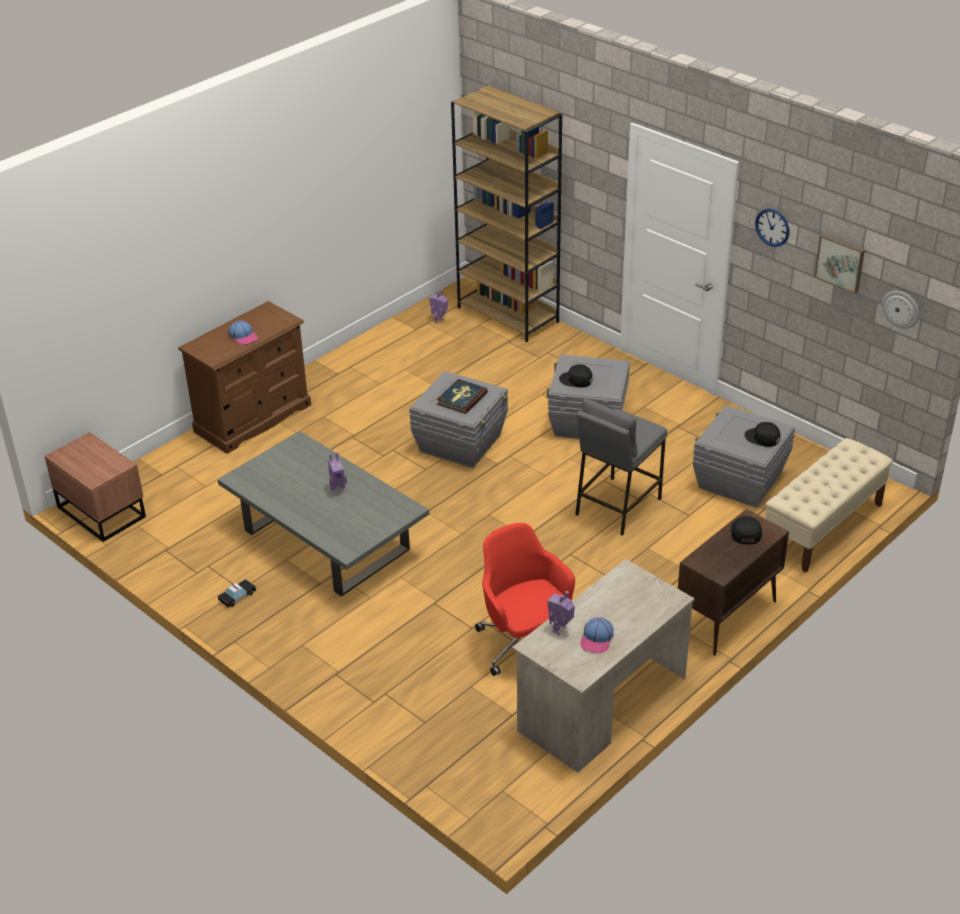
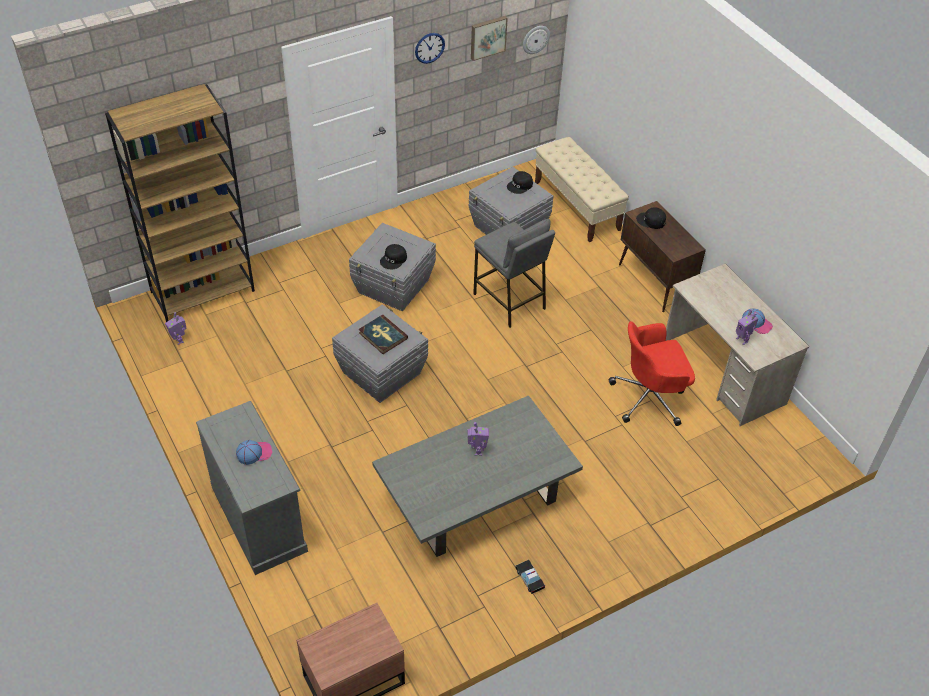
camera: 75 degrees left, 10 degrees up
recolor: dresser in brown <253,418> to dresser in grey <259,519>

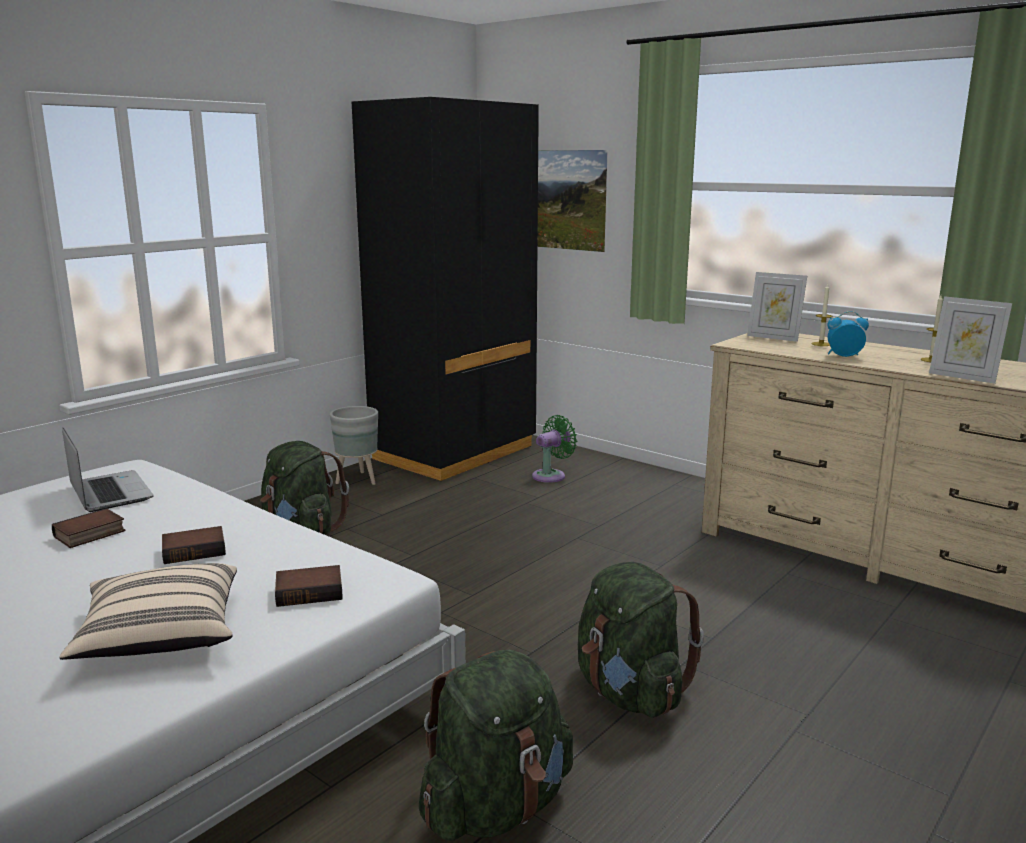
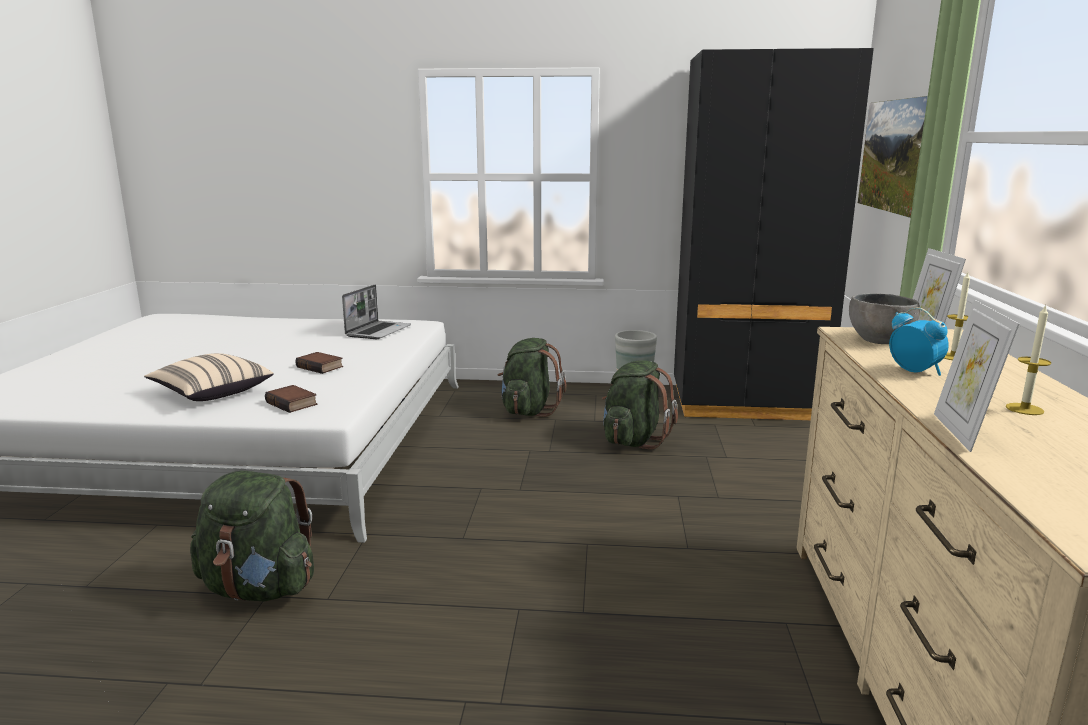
camera: 55 degrees right, 0 degrees up
delete: book <89,534>; fan in green <551,475>
insert: bowl in grey <880,341>
move: backpack in green <630,693> to <633,440>

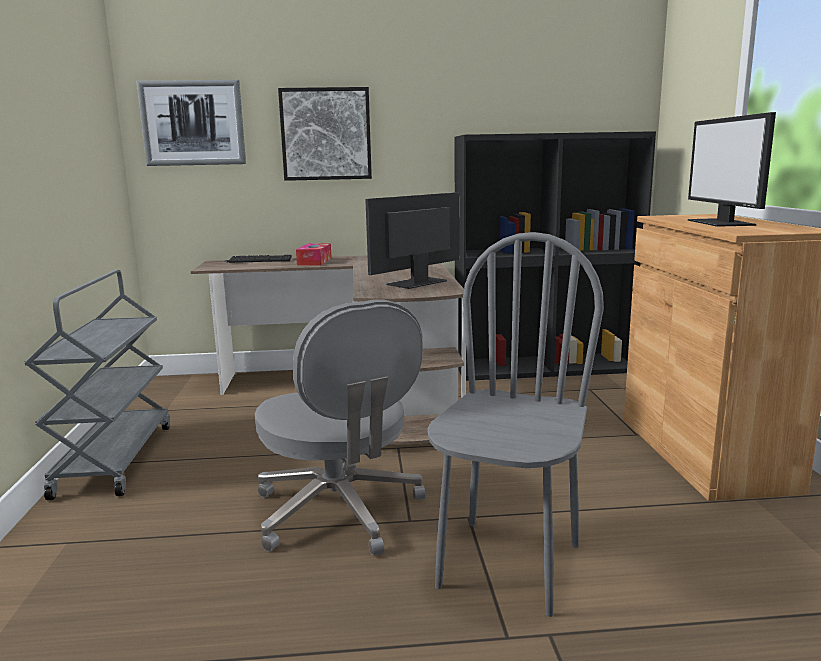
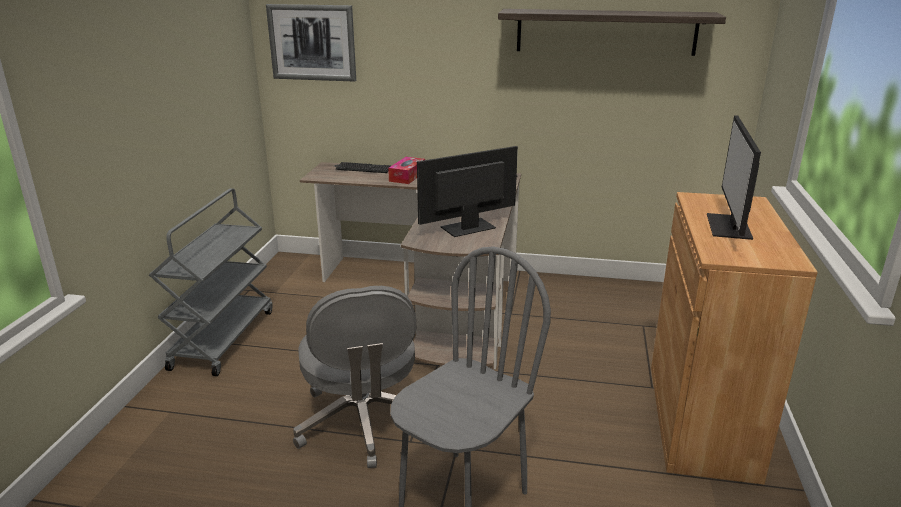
camera: 15 degrees right, 10 degrees up
delete: picture <326,134>; bookcase in black <544,367>
insert: shelf <605,32>

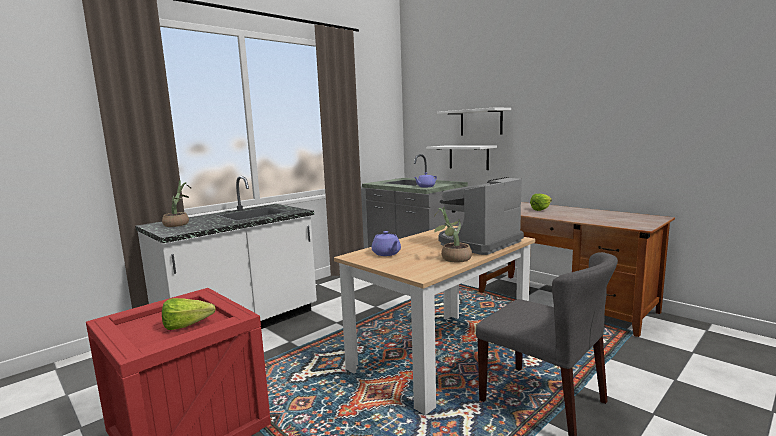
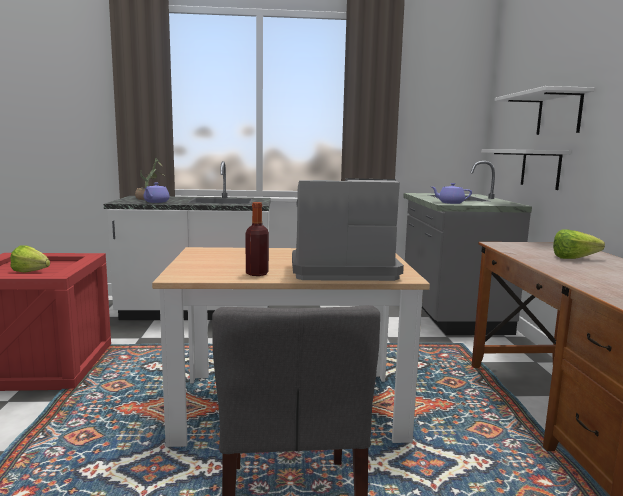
camera: 40 degrees right, 0 degrees up
move: teapot in purple <386,254> to <156,202>
replace: potted plant <452,259> to bottle <257,273>

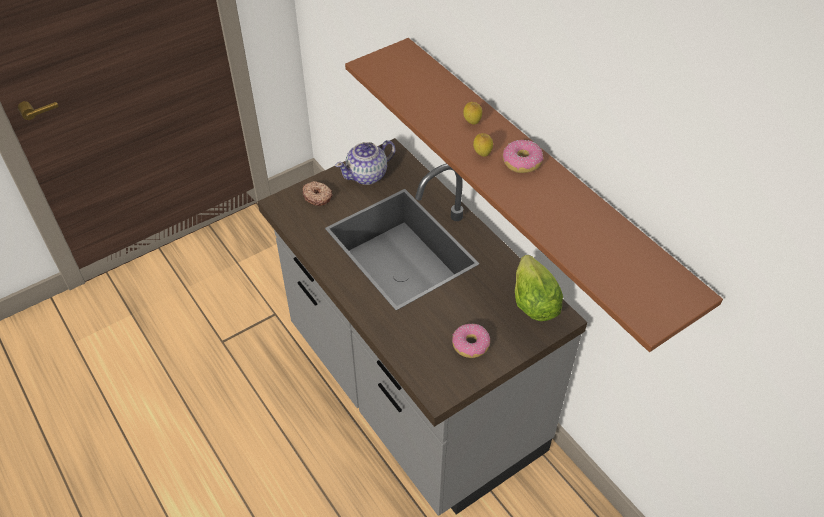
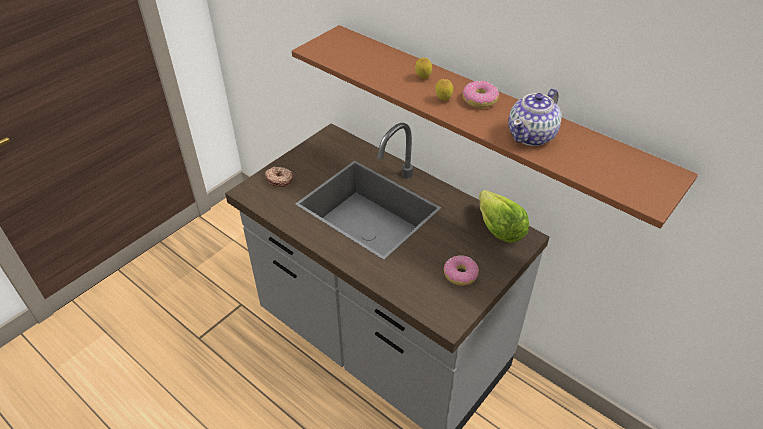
camera: 15 degrees left, 5 degrees down
move: teapot <367,175> to <532,136>

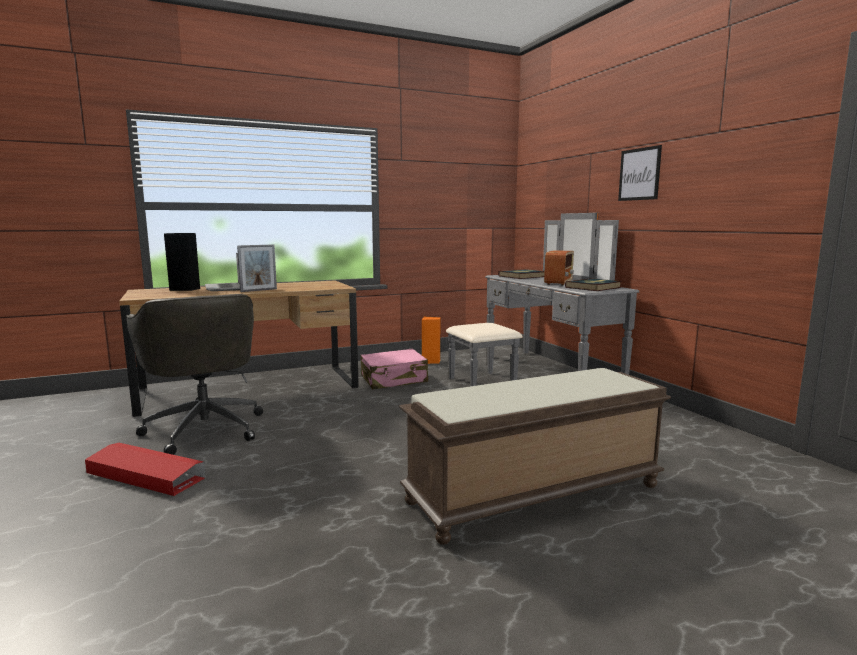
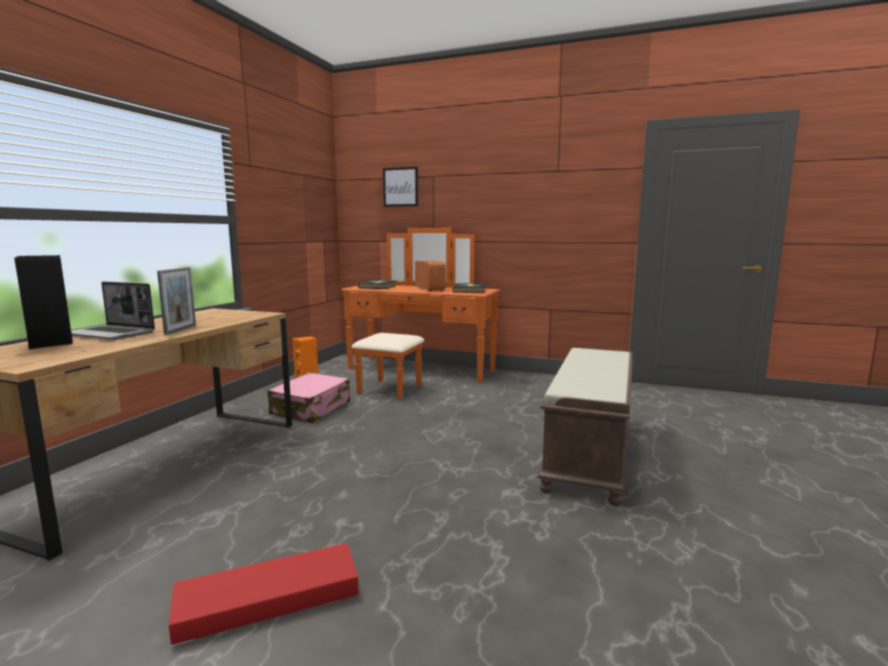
camera: 45 degrees left, 0 degrees up
delete: office chair in grey <205,428>
move: picture <639,174> to <400,187>
recolor: dresser in grey <534,374> to dresser in orange <415,374>

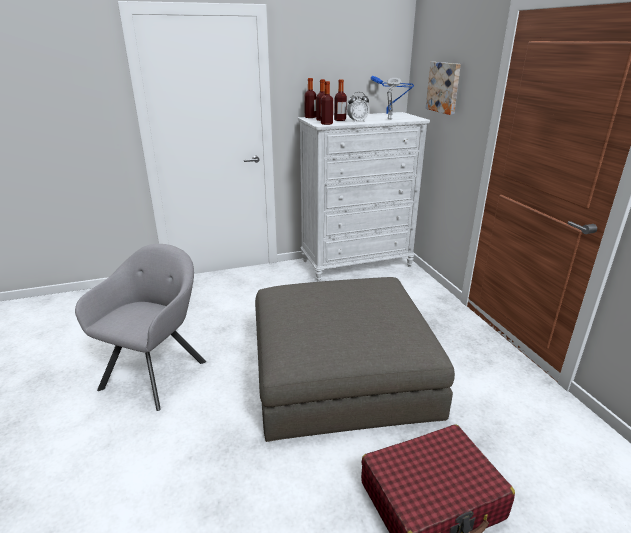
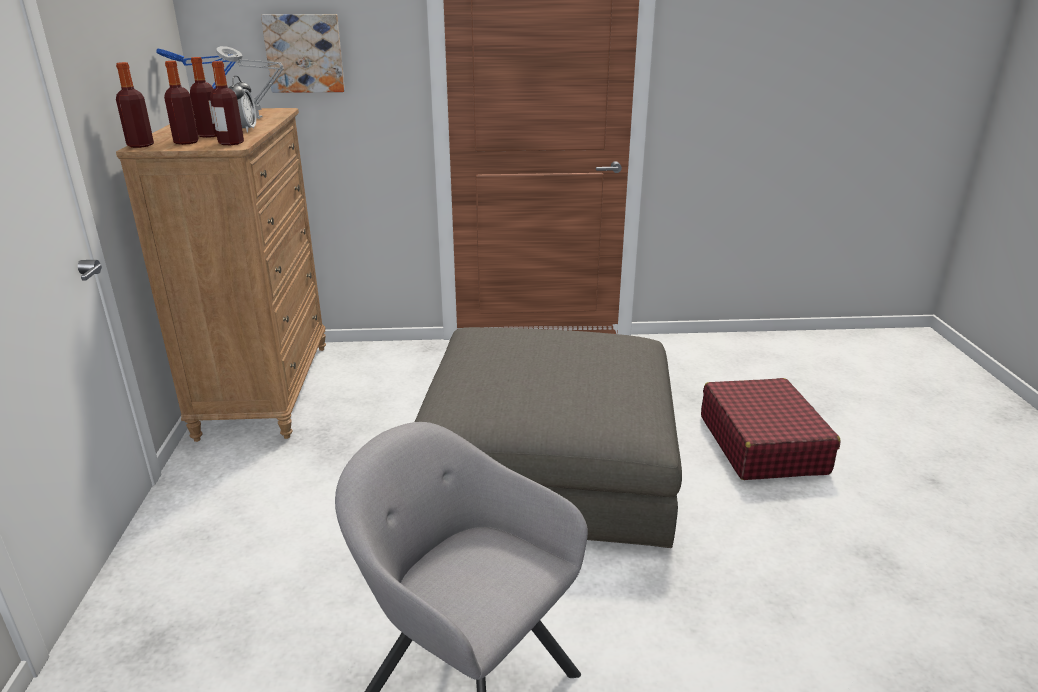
camera: 75 degrees left, 0 degrees up
recolor: dresser in white <356,263> to dresser in brown <265,389>

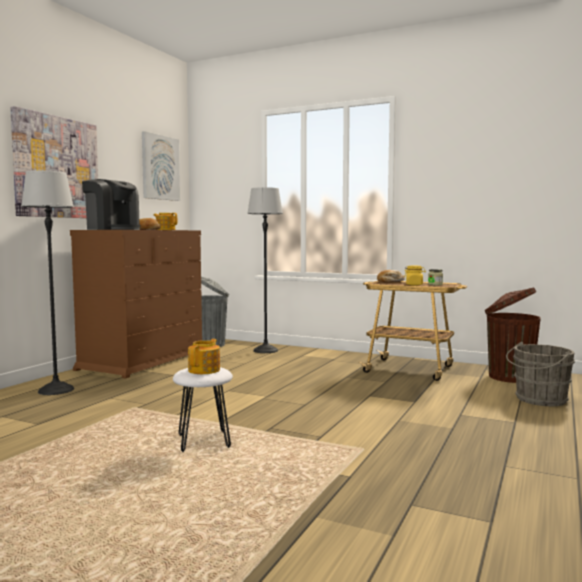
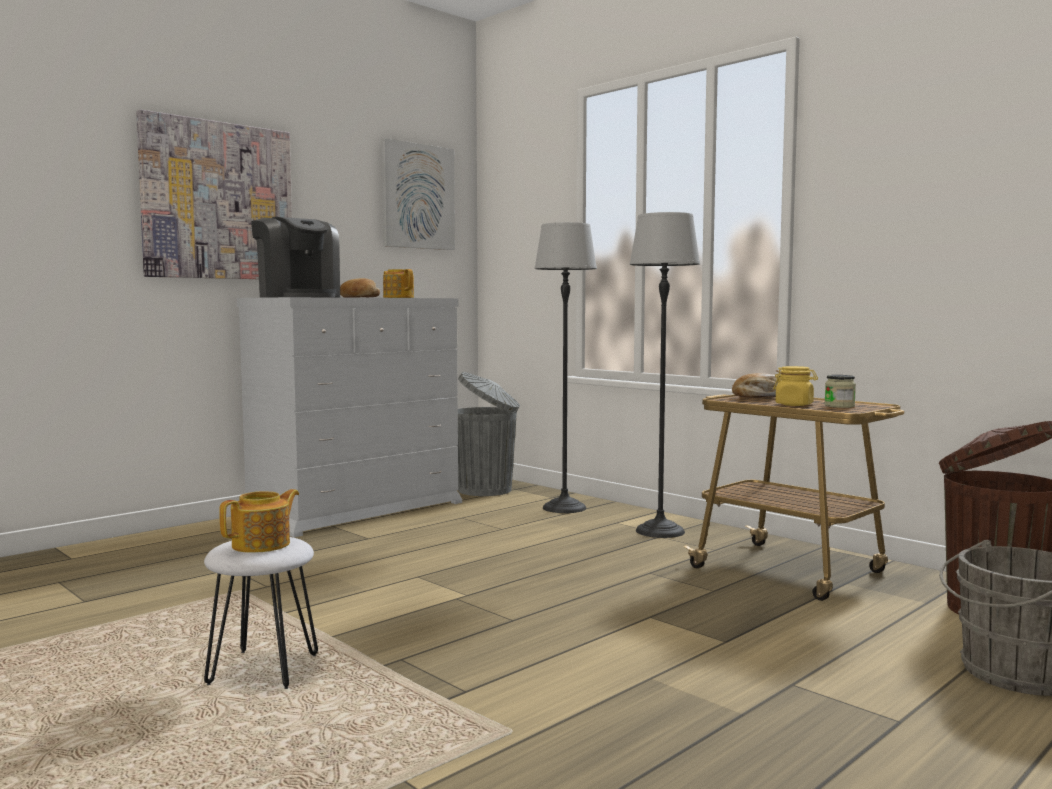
camera: 20 degrees right, 0 degrees up
move: floor lamp <56,390> to <660,531>
recolor: dresser in brown <143,360> to dresser in white <355,509>

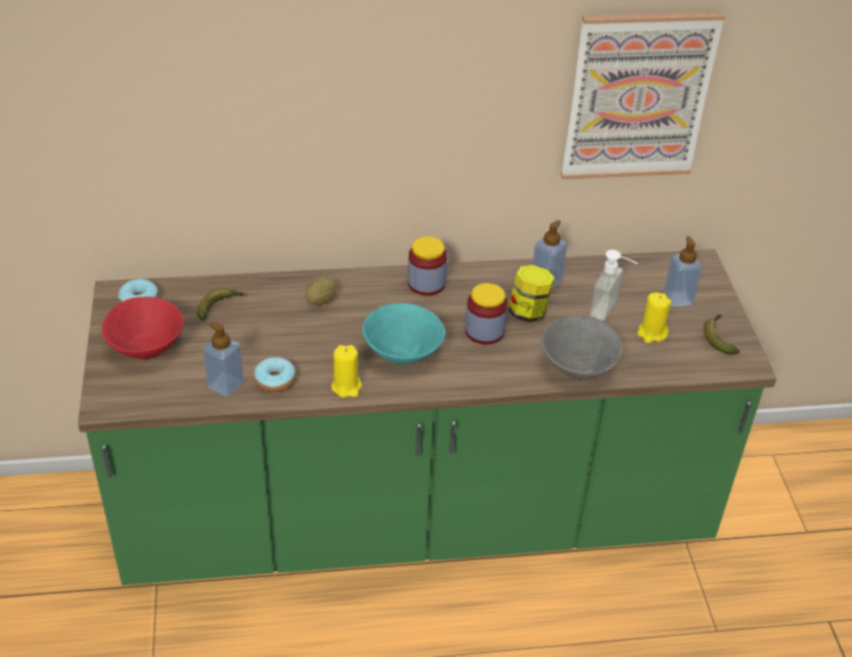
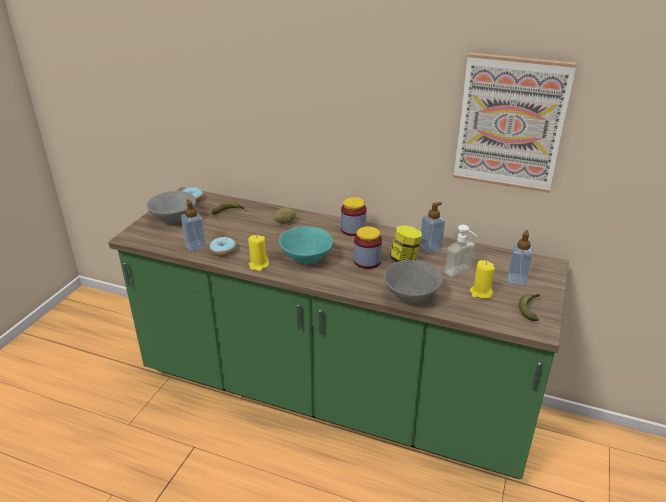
camera: 30 degrees right, 10 degrees down
recolor: bowl in red <147,347> to bowl in grey <174,219>

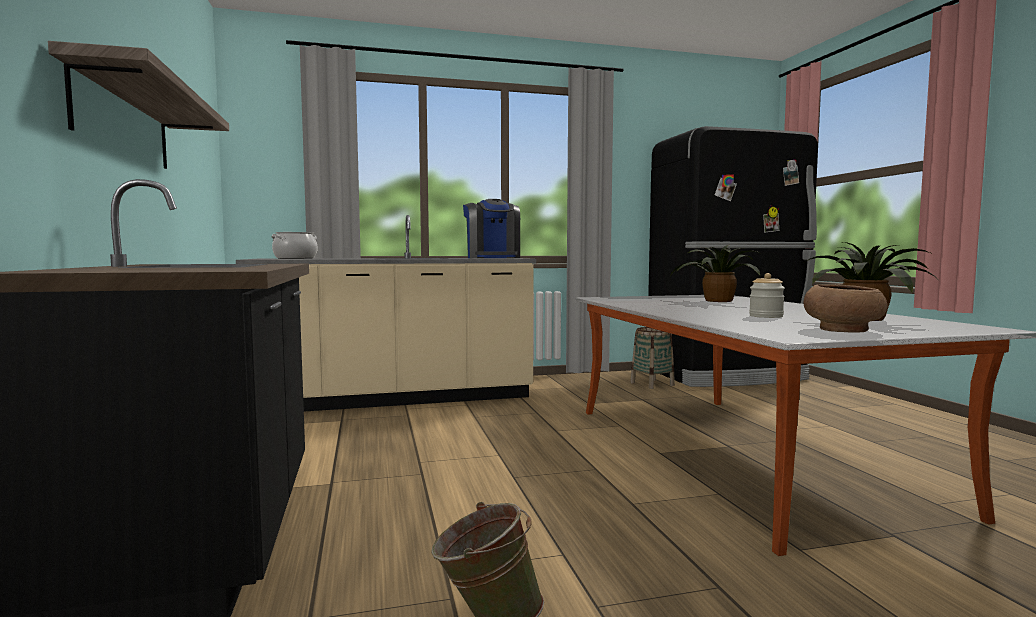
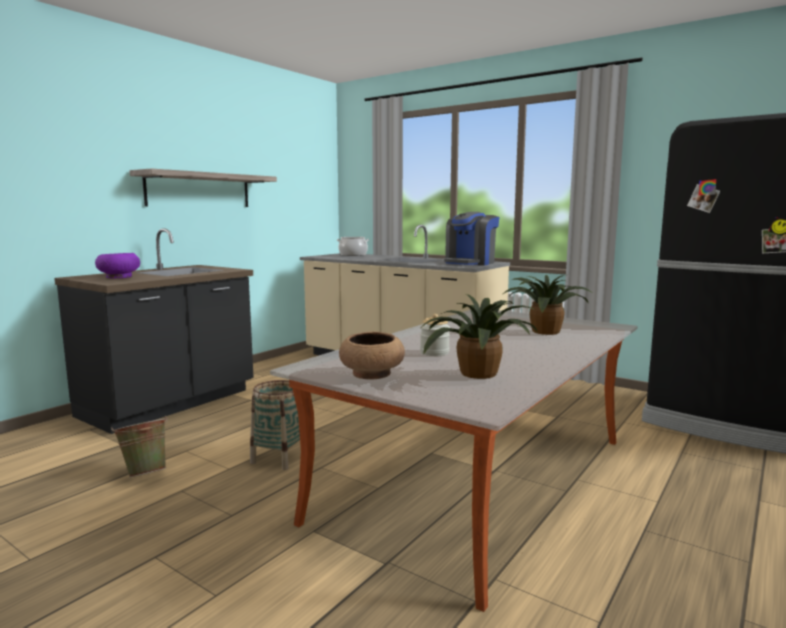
camera: 50 degrees right, 5 degrees up
insert: bowl in purple <118,277>
move: basket <652,384> to <279,458>

